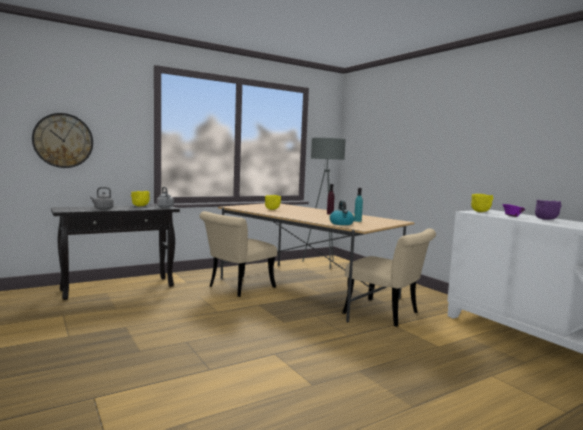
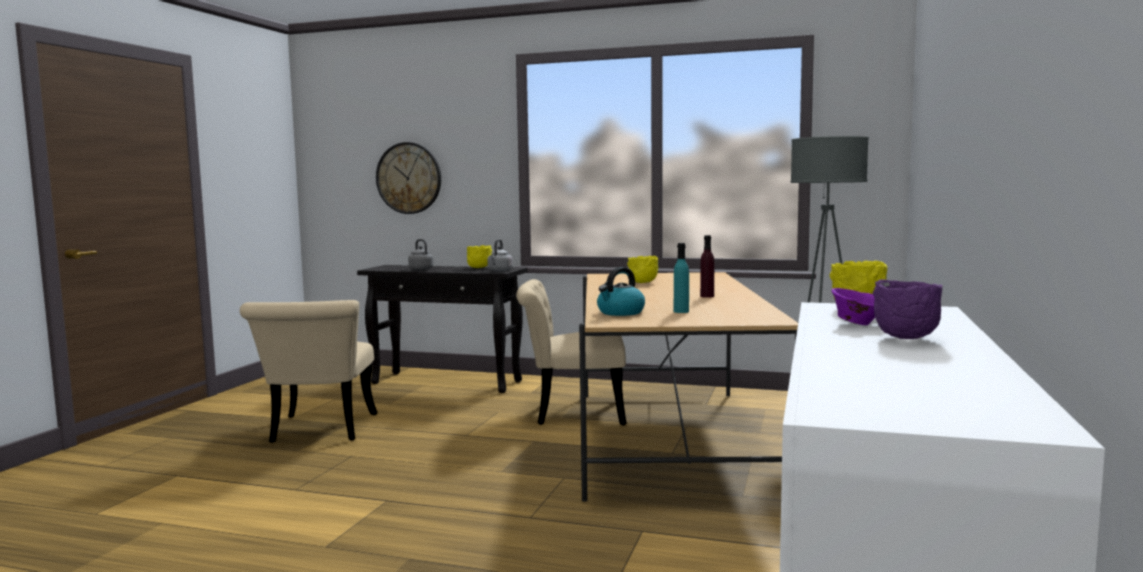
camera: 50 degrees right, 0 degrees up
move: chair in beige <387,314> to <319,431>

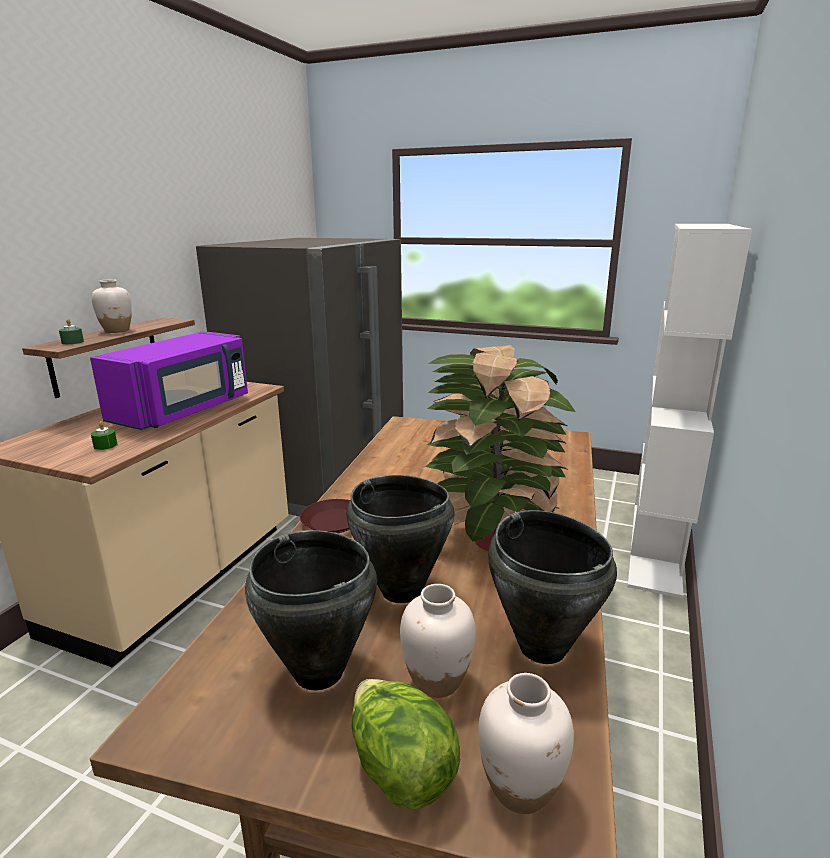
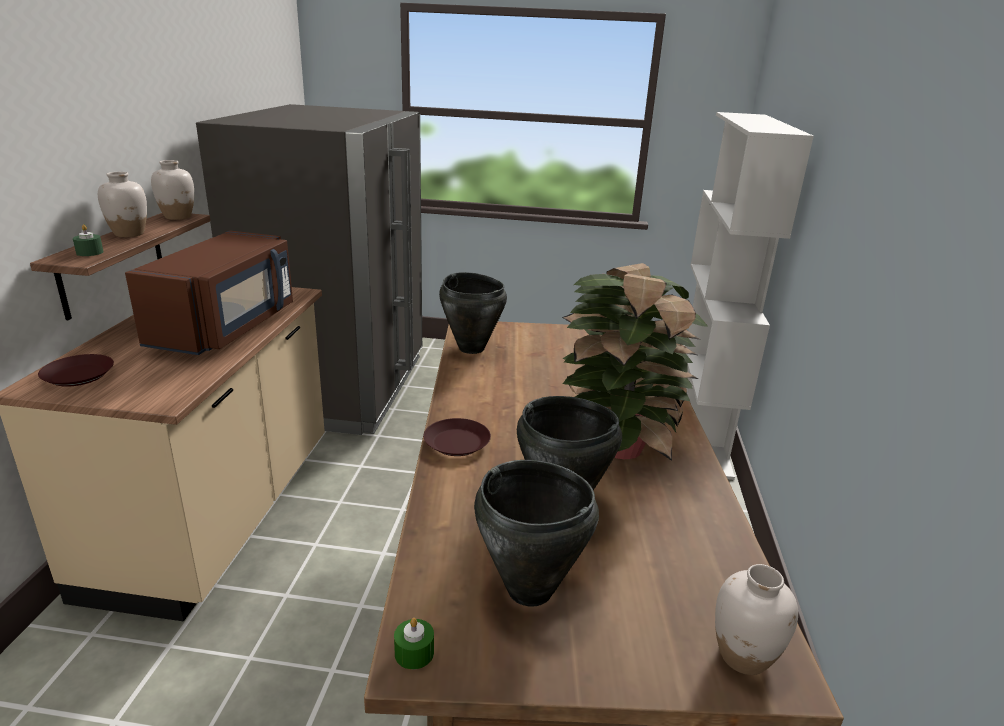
camera: 15 degrees left, 5 degrees up
delete: lettuce <400,769>
insert: plate in brown <78,376>
move: vase in white <437,680> to <178,217>; candle in green <105,445> to <414,653>; cooking pot in black <542,646> to <471,348>
recolor: microwave in purple <185,411> to microwave in brown <227,327>

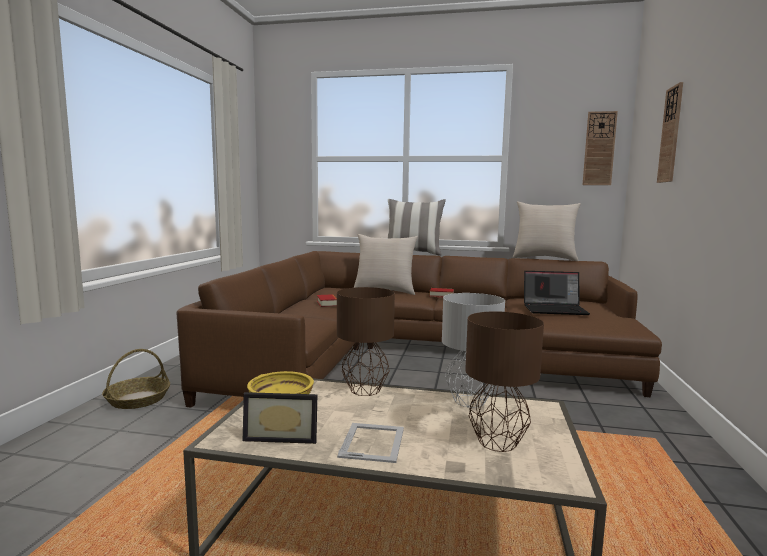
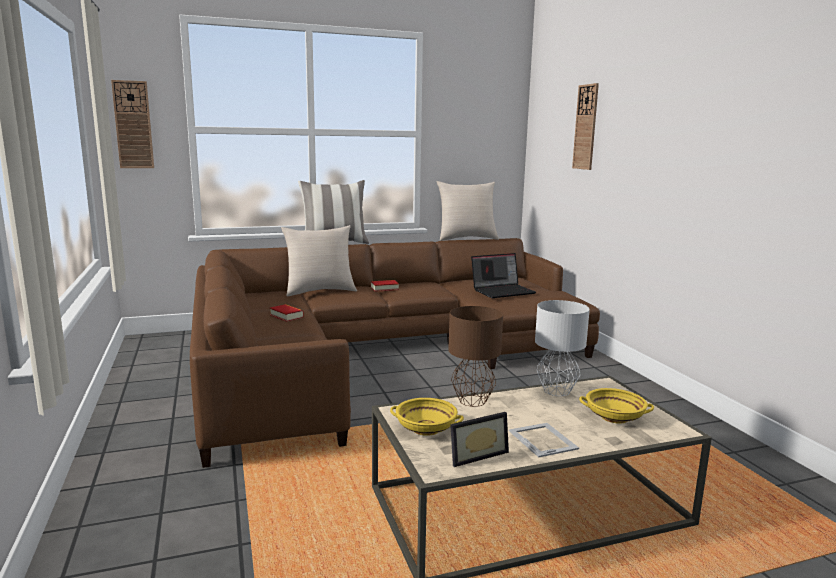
camera: 30 degrees left, 5 degrees up
delete: basket <138,399>
move: wall clock <599,148> to <133,125>
replace: table lamp in brown <496,442> to bowl in yellow <614,417>

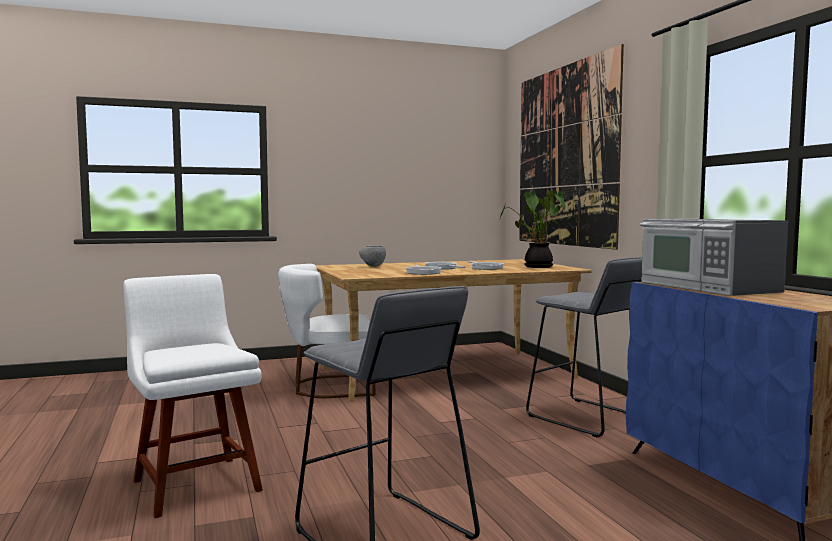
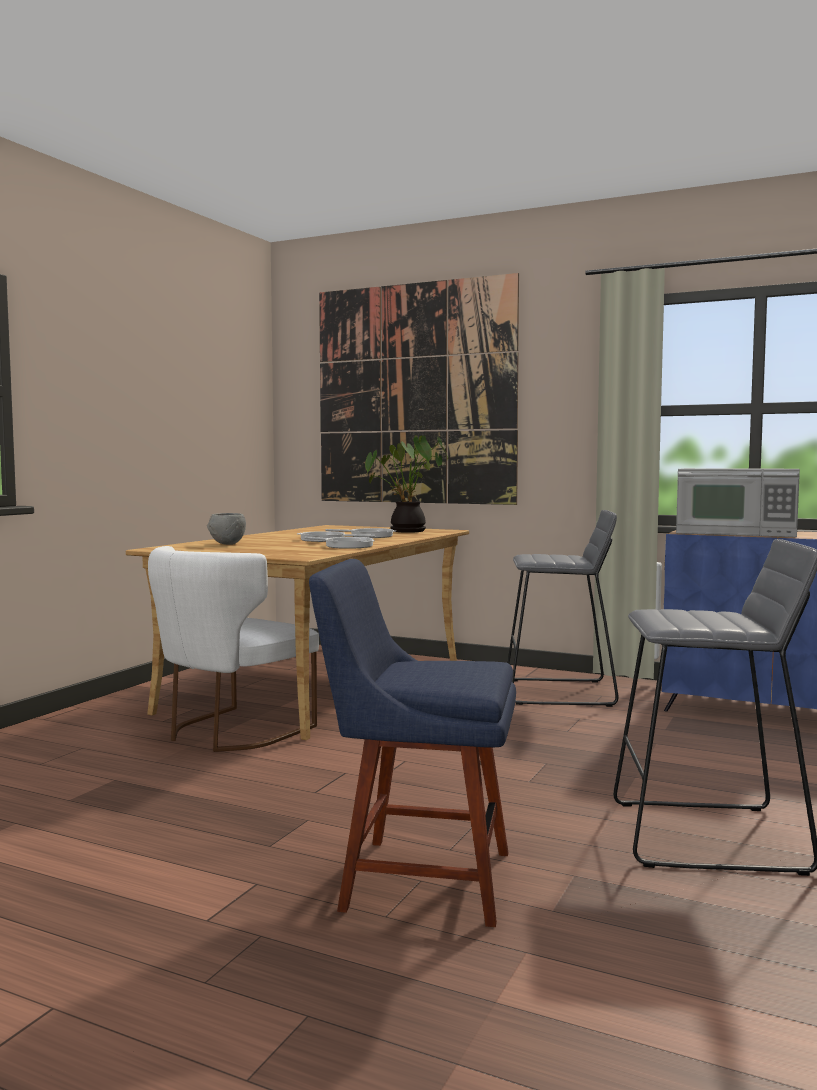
camera: 45 degrees left, 0 degrees up
recolor: chair in white <195,483> to chair in blue <417,879>

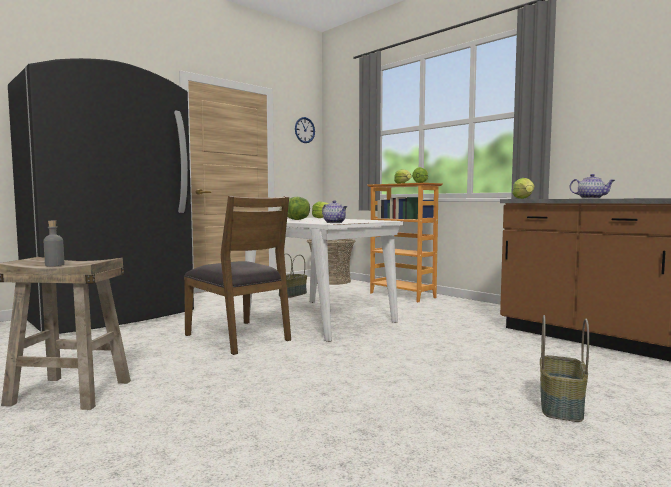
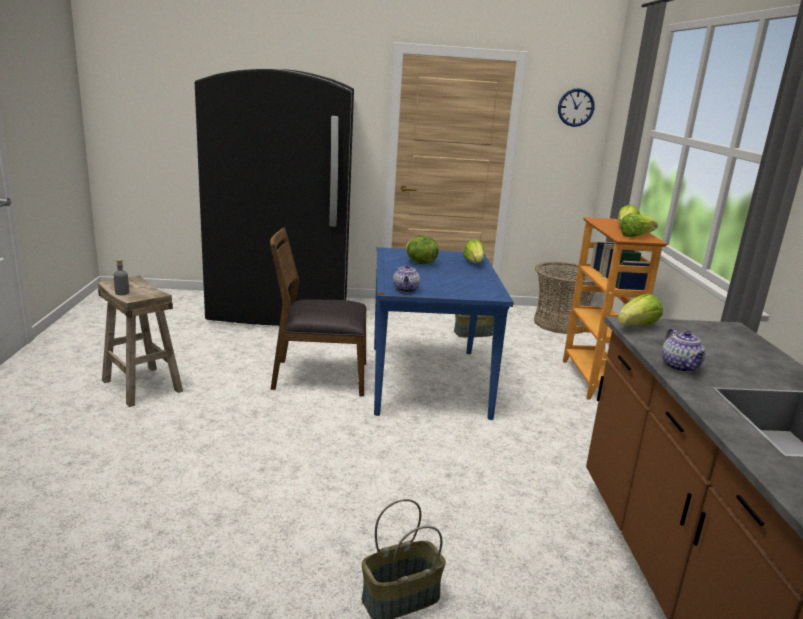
camera: 40 degrees right, 15 degrees up
recolor: dining table in white <319,318> to dining table in blue <428,380>
rotate: chair in brown <239,337> = <319,376> 90 degrees clockwise

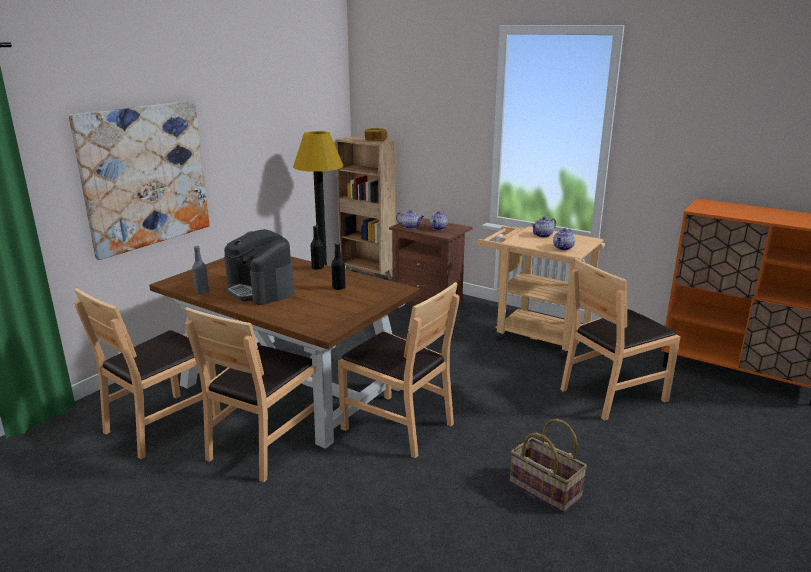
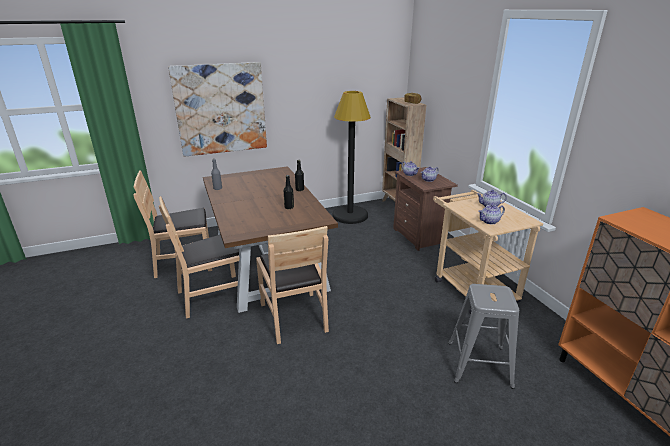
camera: 35 degrees right, 5 degrees up
delete: coffee machine <260,290>; basket <544,490>
replace: chair in brown <612,394> to stool in grey <478,363>

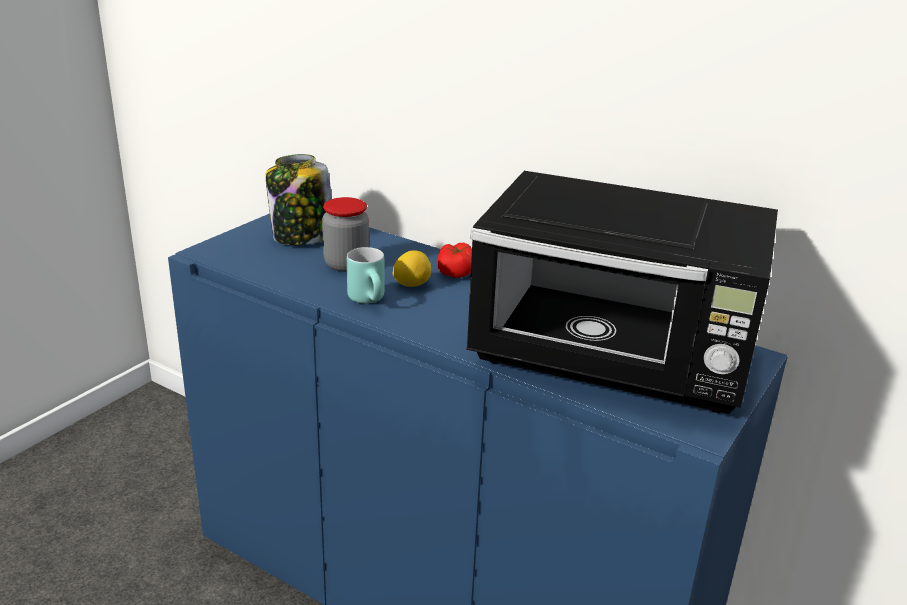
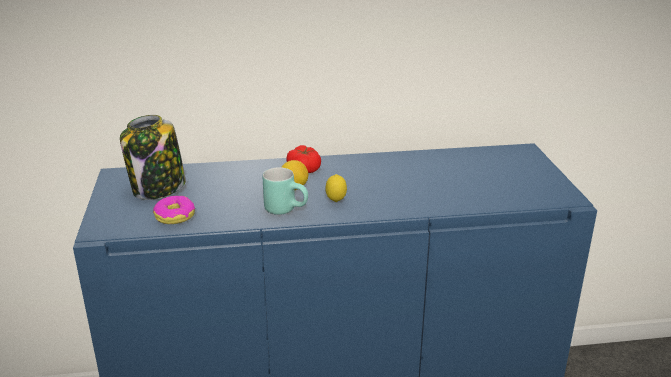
camera: 40 degrees left, 0 degrees up
delete: jar <346,264>; microwave in black <614,362>
insert: donut <175,216>; lemon <336,201>

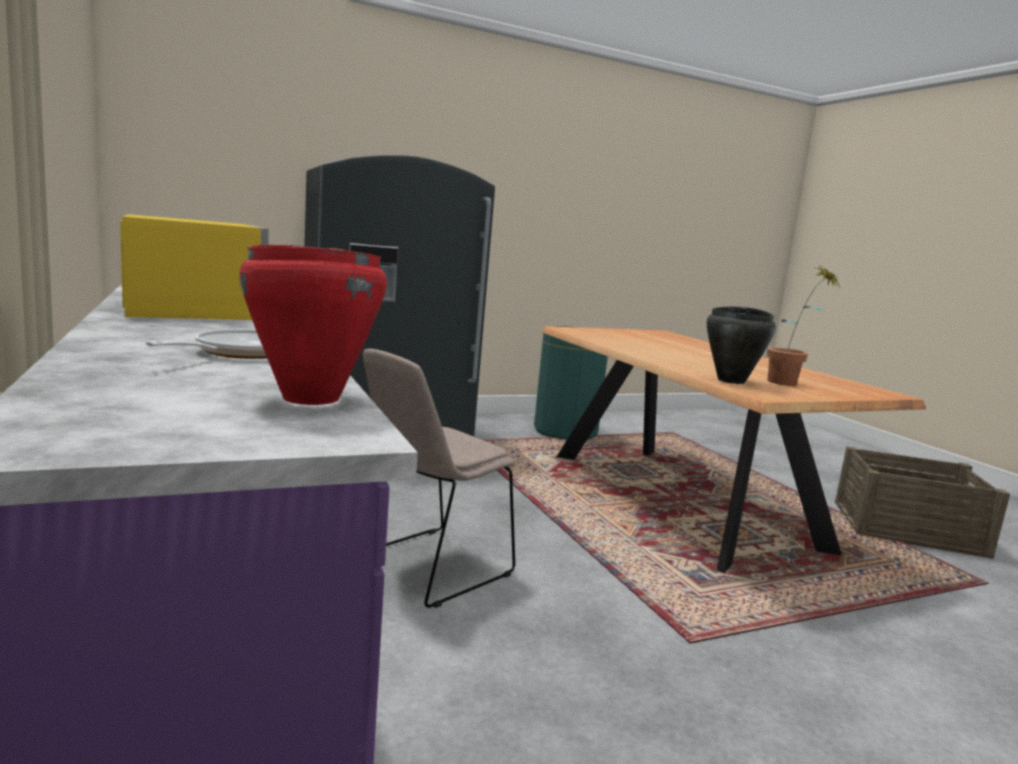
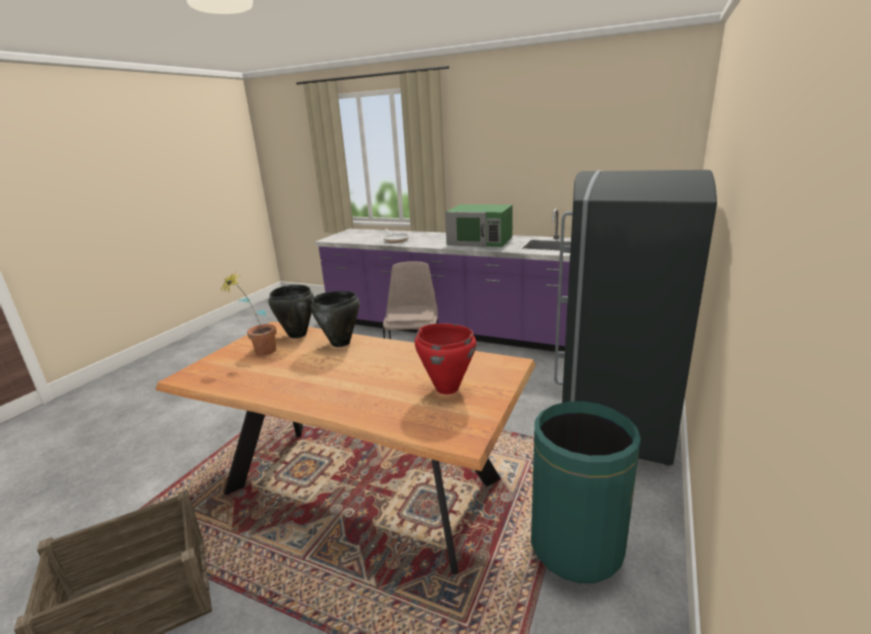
camera: 140 degrees right, 10 degrees up
insert: cooking pot in black <340,343>
move: cooking pot in red <310,398> to <447,388>
recolor: microwave in yellow <194,308> to microwave in green <480,241>

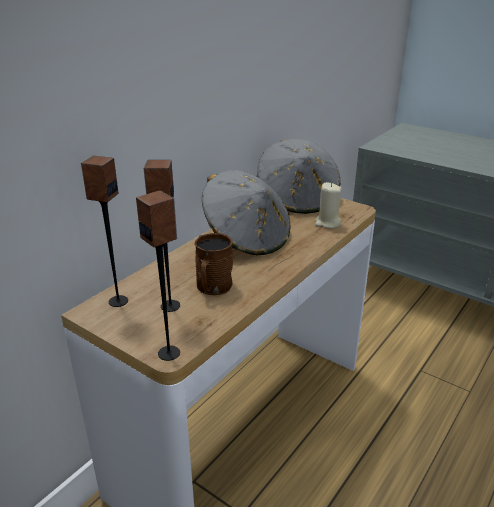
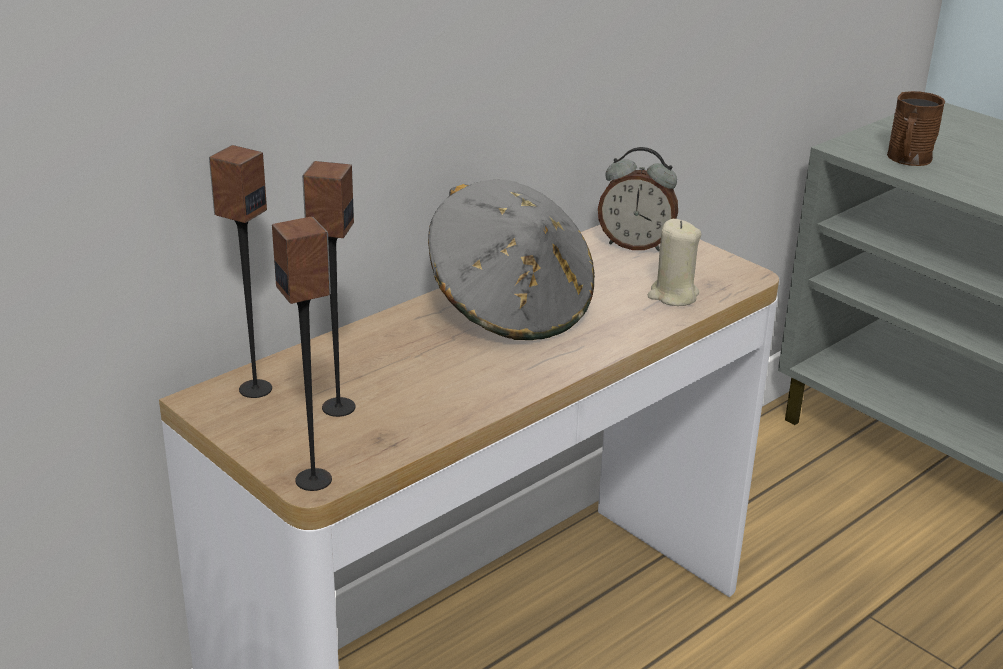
camera: 10 degrees right, 0 degrees up
move: mug in brown <213,288> to <908,159>
replace: hat in grey <297,200> to alarm clock <635,244>

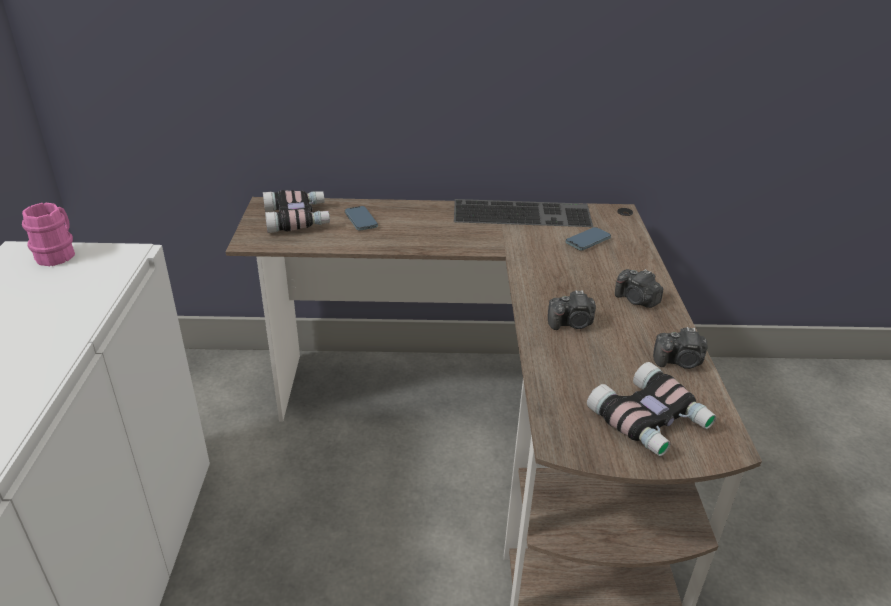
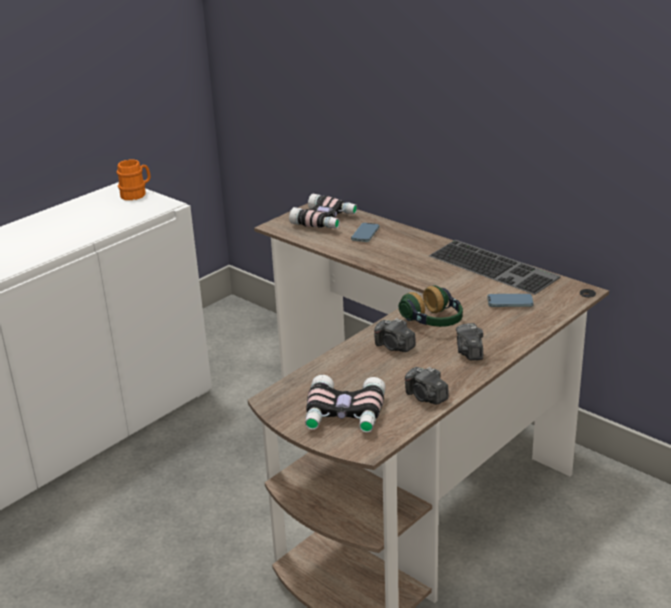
camera: 45 degrees right, 5 degrees down
insert: headphones <434,322>
recolor: mug in pink <58,253> to mug in orange <136,194>

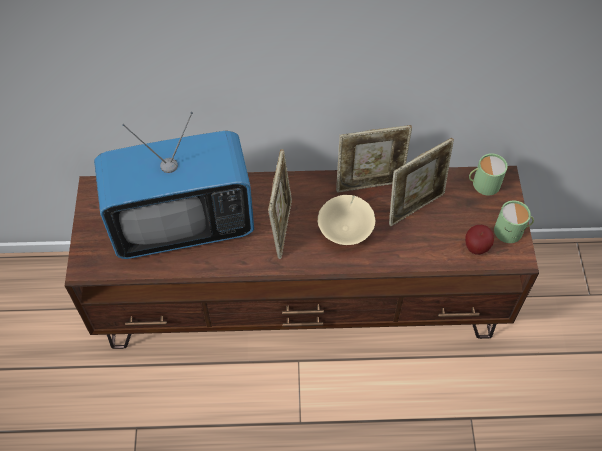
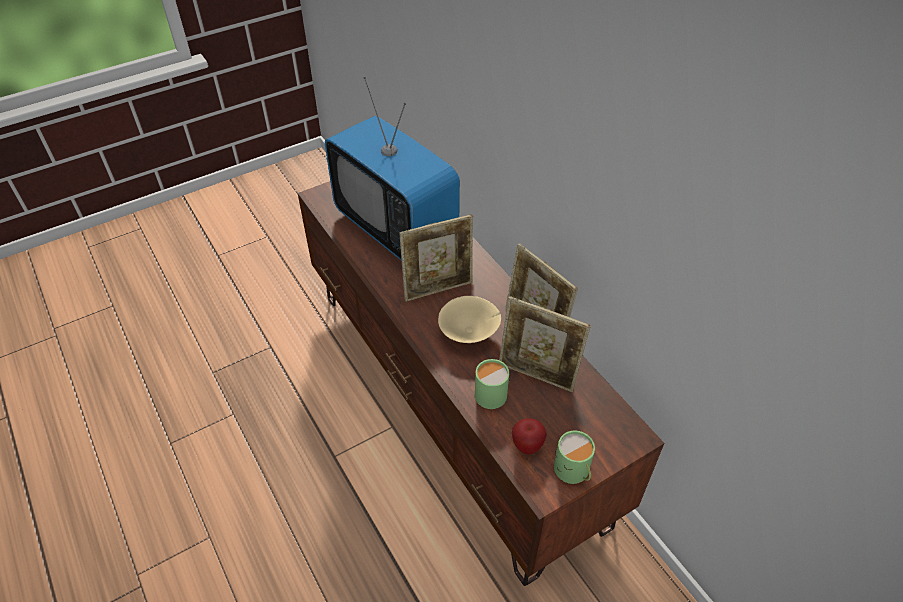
camera: 60 degrees right, 10 degrees down
move: mug in green <483,183> to <489,392>

